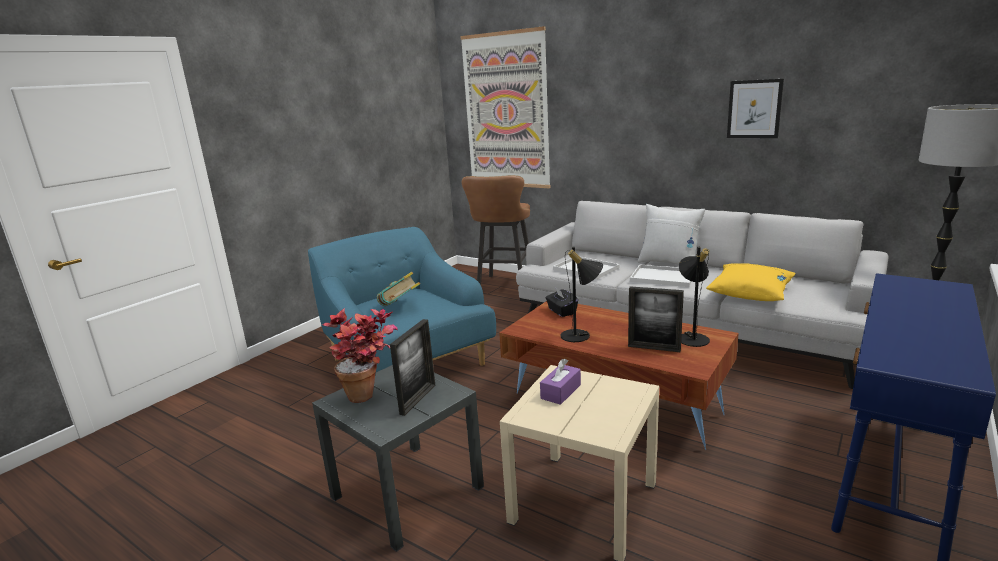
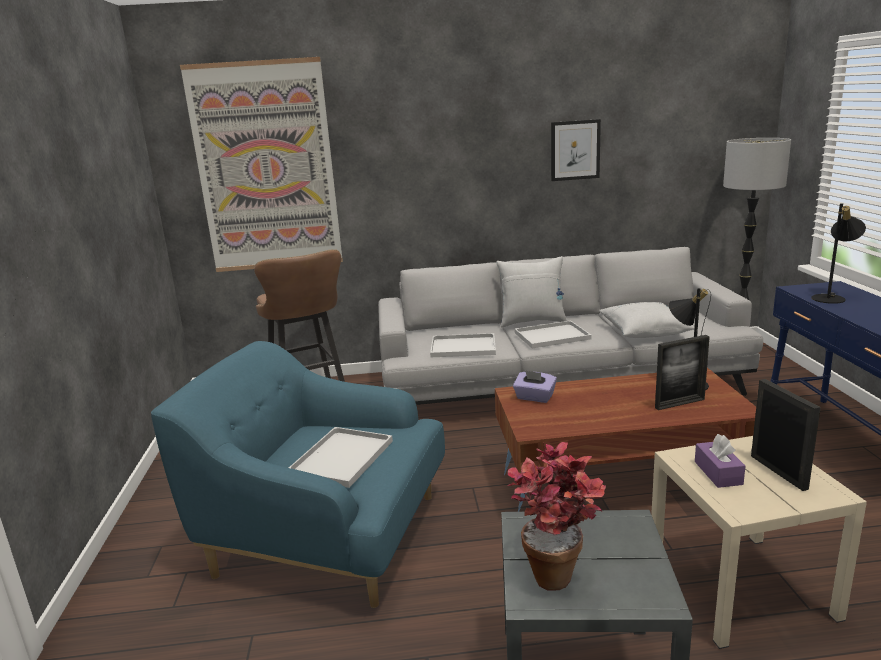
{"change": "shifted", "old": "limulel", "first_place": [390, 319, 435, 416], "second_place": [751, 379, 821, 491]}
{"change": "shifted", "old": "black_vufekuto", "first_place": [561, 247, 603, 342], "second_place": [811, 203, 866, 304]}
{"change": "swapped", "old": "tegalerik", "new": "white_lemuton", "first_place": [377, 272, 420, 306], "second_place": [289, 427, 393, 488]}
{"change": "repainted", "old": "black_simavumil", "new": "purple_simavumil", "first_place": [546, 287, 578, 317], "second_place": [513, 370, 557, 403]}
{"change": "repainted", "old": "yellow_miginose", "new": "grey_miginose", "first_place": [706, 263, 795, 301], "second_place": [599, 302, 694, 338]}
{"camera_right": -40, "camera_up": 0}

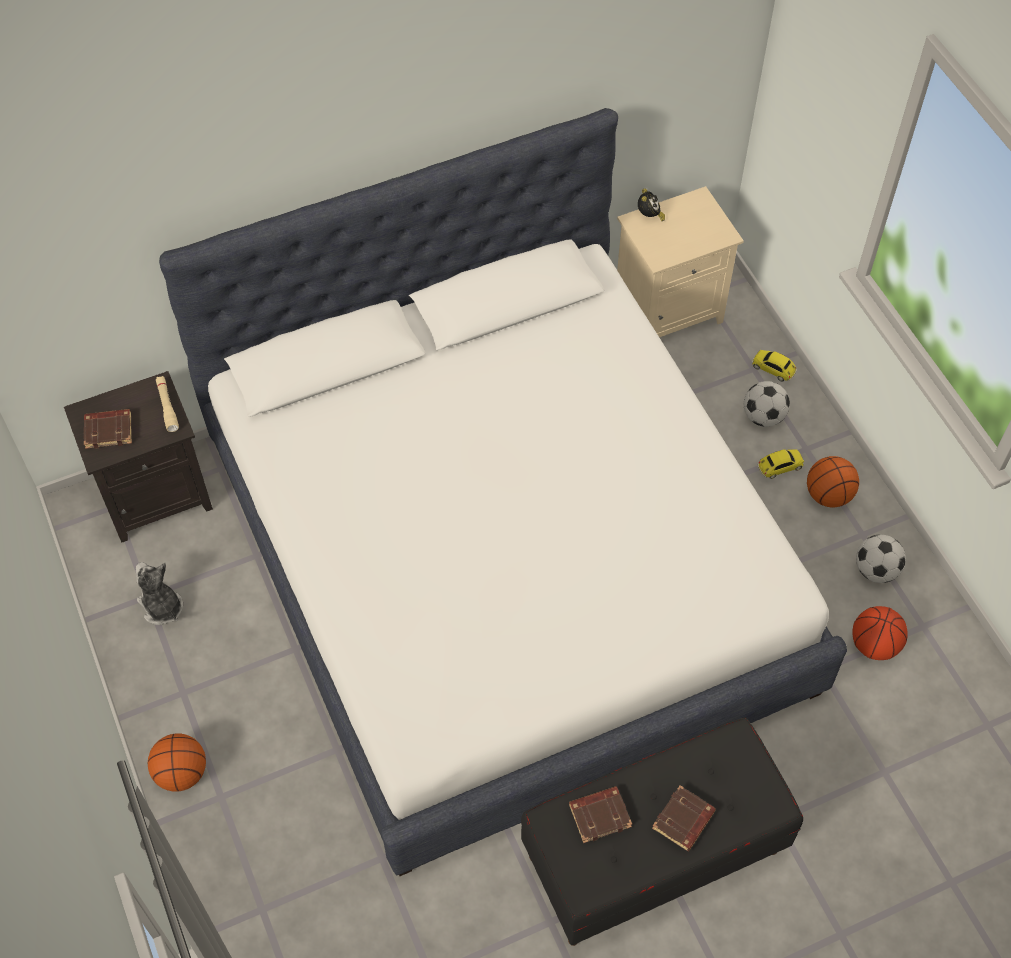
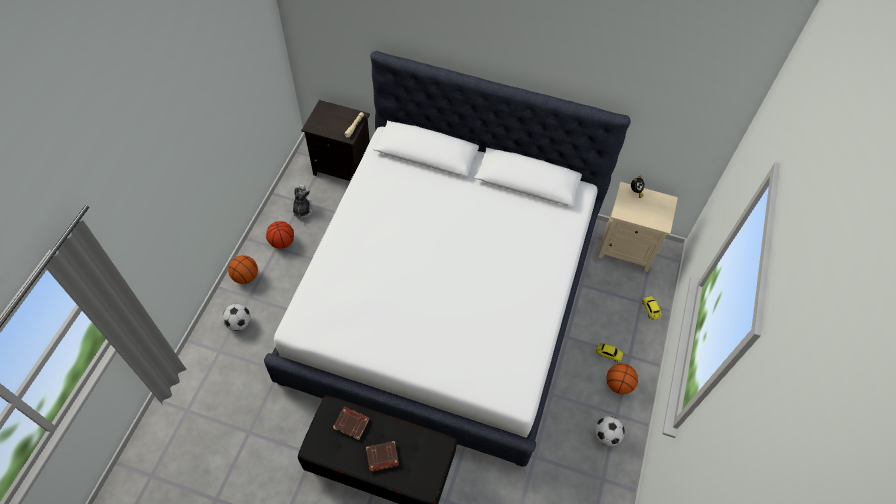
{"change": "gone", "old": "brown_tegalerik", "first_place": [84, 409, 132, 449]}
{"change": "shifted", "old": "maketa", "first_place": [744, 381, 790, 427], "second_place": [222, 304, 251, 331]}
{"change": "shifted", "old": "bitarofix", "first_place": [853, 606, 908, 660], "second_place": [266, 221, 294, 249]}
{"camera_right": 40, "camera_up": 0}

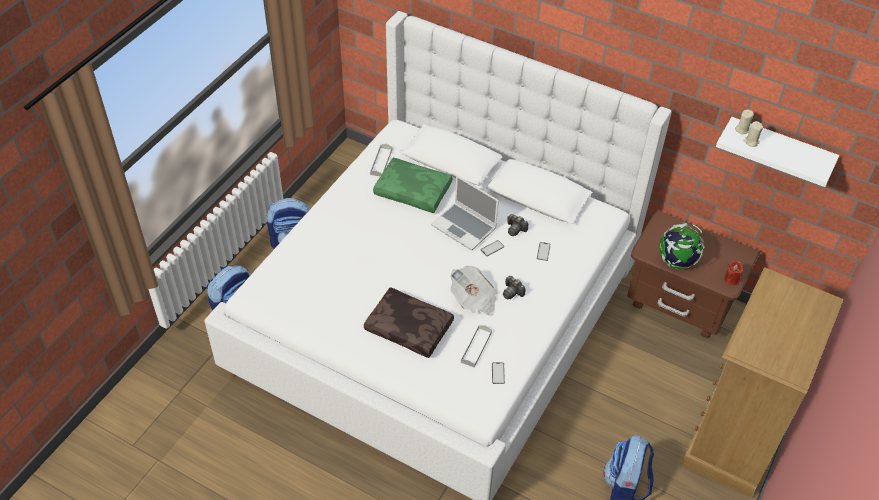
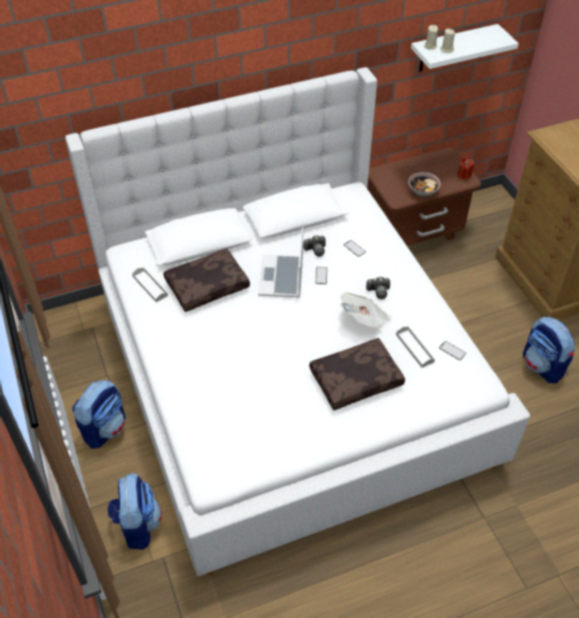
{"change": "swapped", "old": "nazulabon", "new": "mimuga", "first_place": [659, 223, 705, 269], "second_place": [408, 172, 441, 196]}
{"change": "repainted", "old": "green_miginose", "new": "brown_miginose", "first_place": [373, 158, 452, 213], "second_place": [164, 248, 250, 312]}
{"change": "rotated", "old": "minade", "first_place": [431, 175, 499, 251], "second_place": [258, 227, 303, 297], "degrees": 105}
{"camera_right": -50, "camera_up": 0}

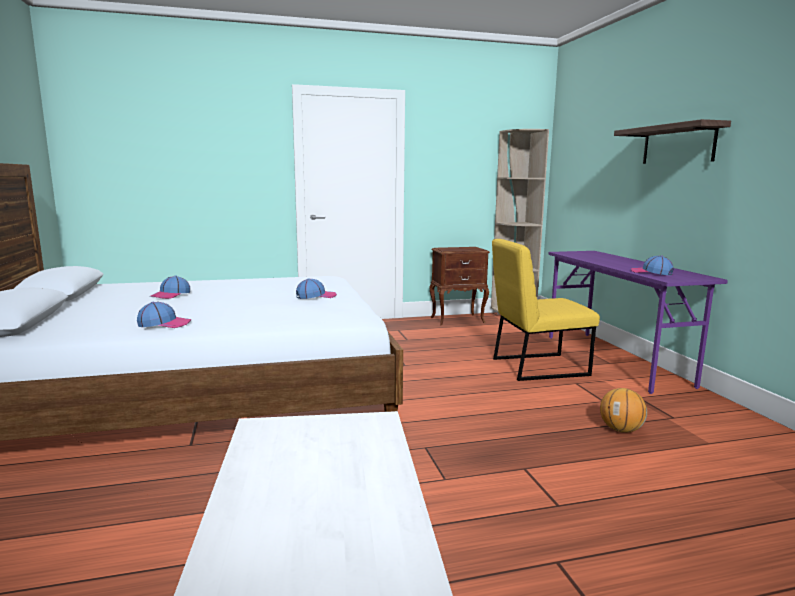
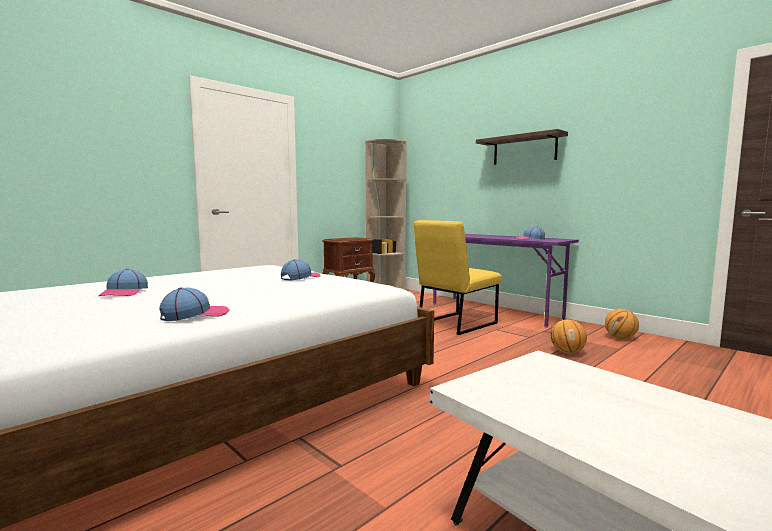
{"change": "new", "new": "bitarofix", "second_place": [605, 309, 639, 339]}
{"camera_right": -30, "camera_up": -5}

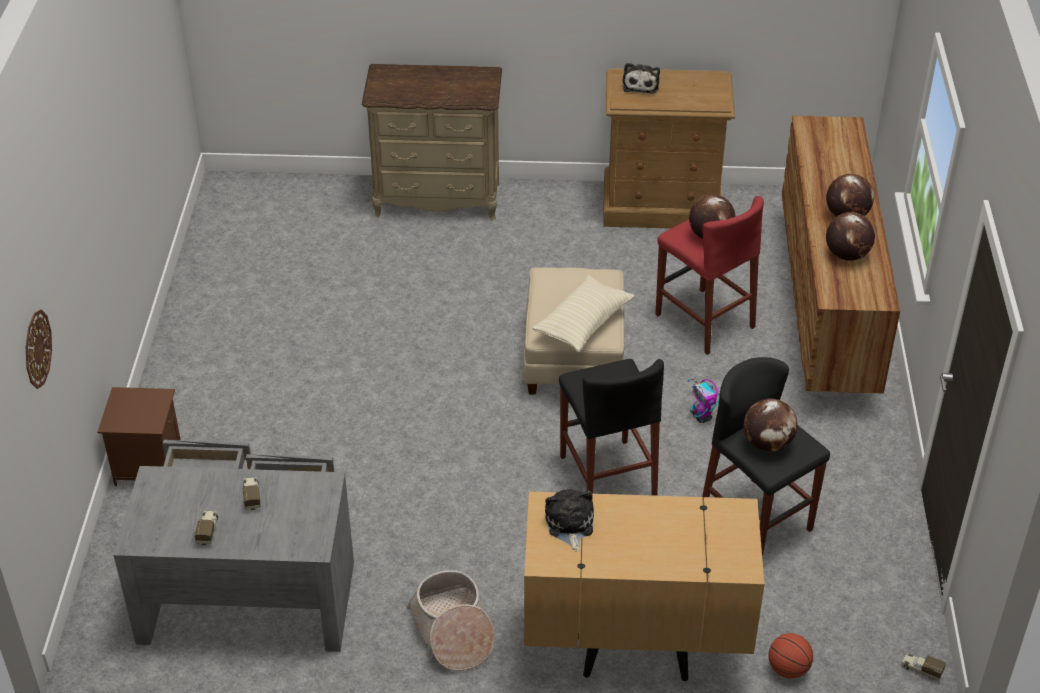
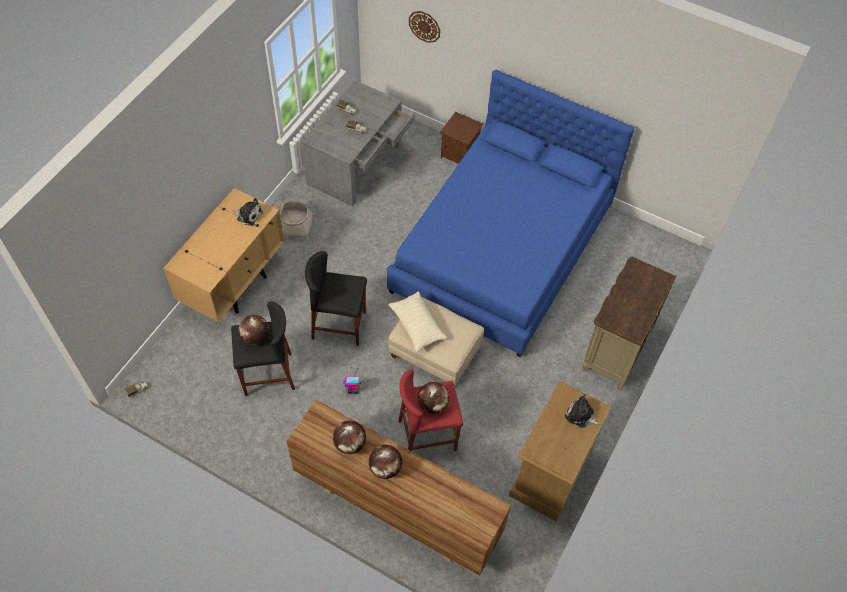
{"change": "gone", "old": "bitarofix", "first_place": [768, 633, 813, 678]}
{"change": "new", "new": "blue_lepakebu", "second_place": [387, 70, 634, 357]}
{"camera_right": 115, "camera_up": 15}

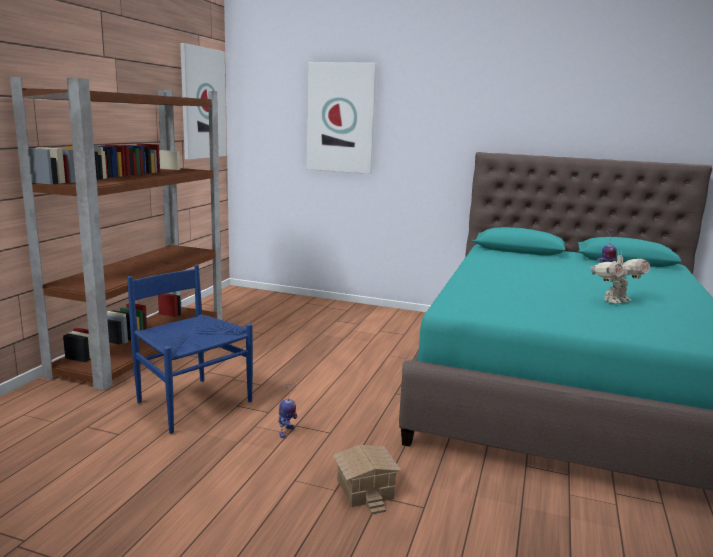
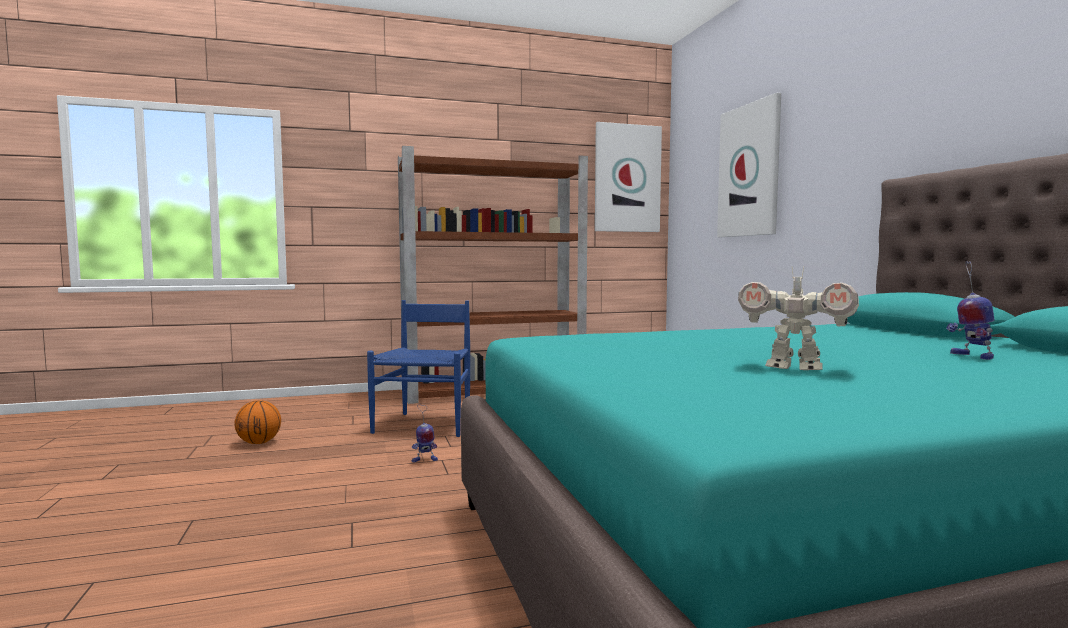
{"change": "gone", "old": "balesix", "first_place": [333, 445, 401, 514]}
{"change": "new", "new": "bitarofix", "second_place": [234, 400, 281, 444]}
{"camera_right": 55, "camera_up": -10}

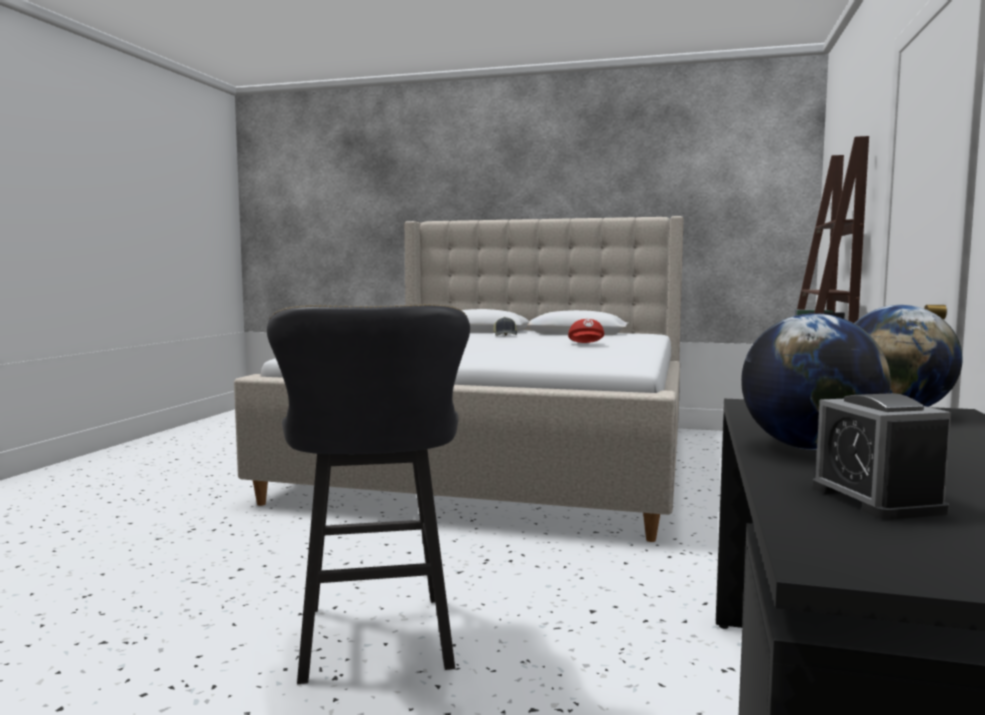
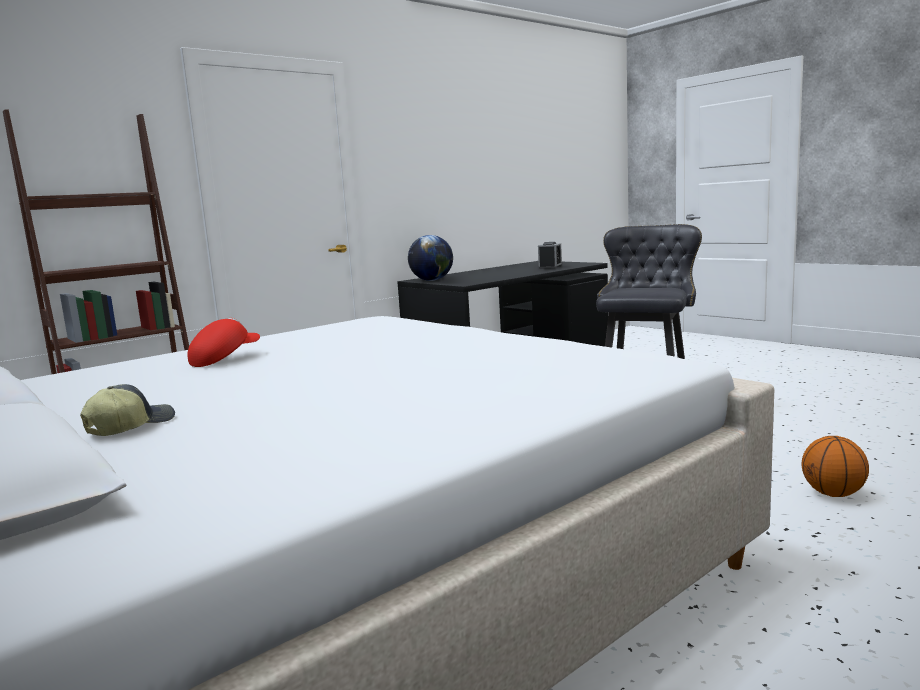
{"change": "gone", "old": "nazulabon", "first_place": [741, 313, 891, 450]}
{"change": "new", "new": "bitarofix", "second_place": [802, 436, 869, 497]}
{"camera_right": -145, "camera_up": 5}

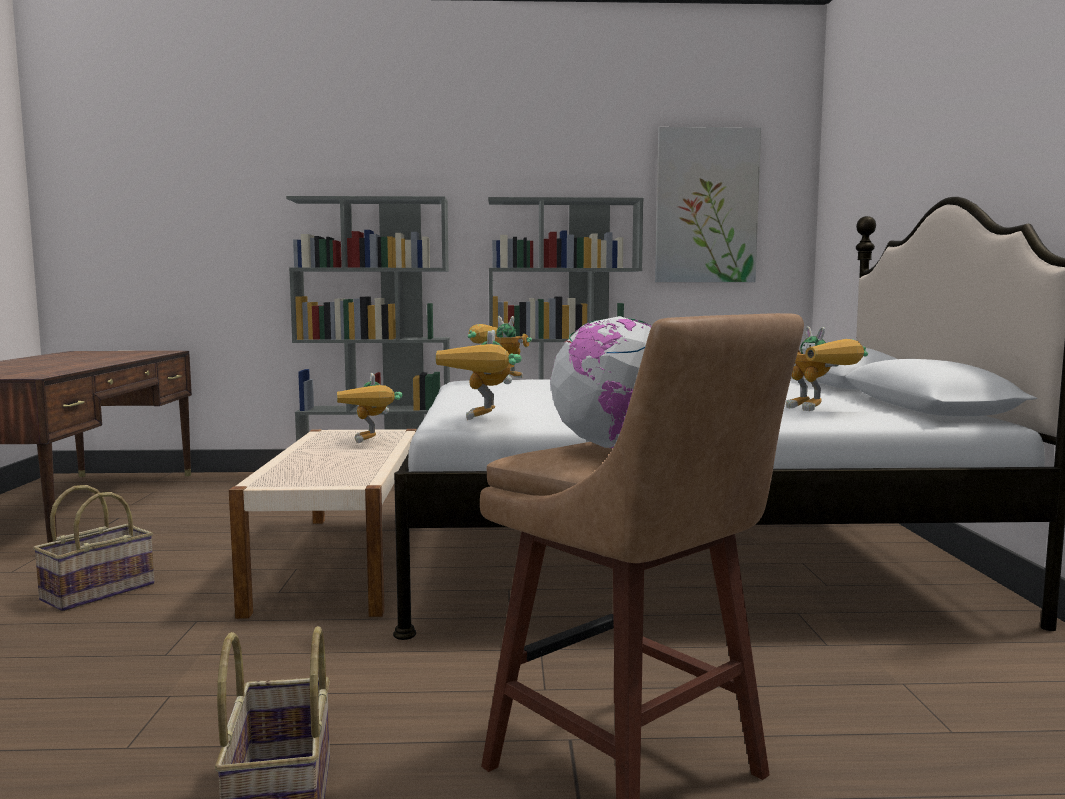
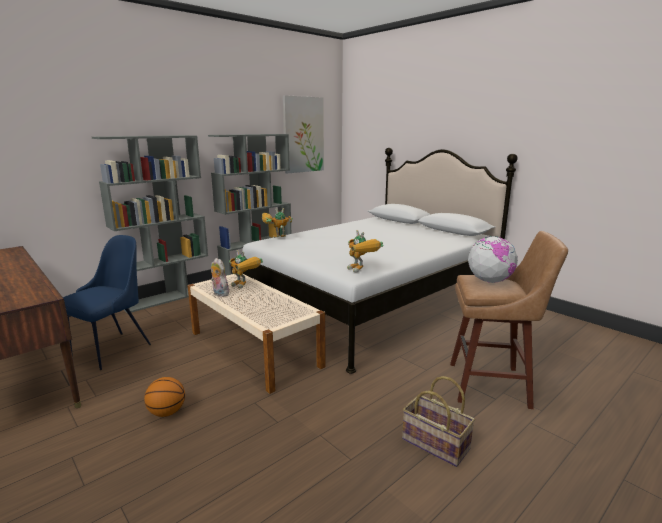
{"change": "gone", "old": "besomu", "first_place": [786, 326, 868, 411]}
{"change": "new", "new": "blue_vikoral", "second_place": [63, 235, 151, 370]}
{"change": "new", "new": "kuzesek", "second_place": [211, 258, 231, 297]}
{"change": "swapped", "old": "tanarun", "new": "bitarofix", "first_place": [33, 485, 155, 611], "second_place": [144, 377, 185, 417]}
{"camera_right": -40, "camera_up": 10}

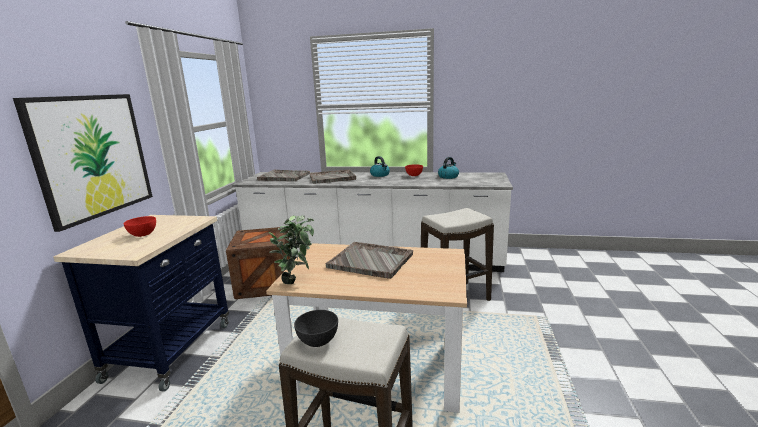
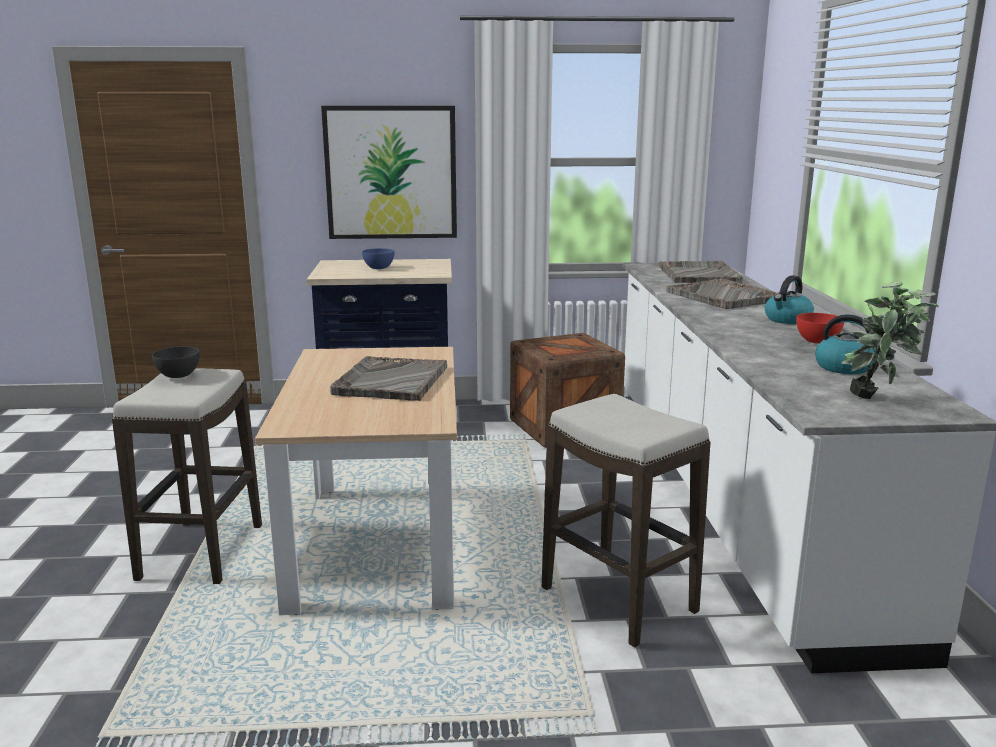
{"change": "shifted", "old": "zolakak", "first_place": [269, 215, 314, 284], "second_place": [842, 282, 939, 399]}
{"change": "repainted", "old": "red_mimuga", "new": "blue_mimuga", "first_place": [123, 216, 156, 237], "second_place": [362, 248, 395, 269]}
{"camera_right": 75, "camera_up": 0}

